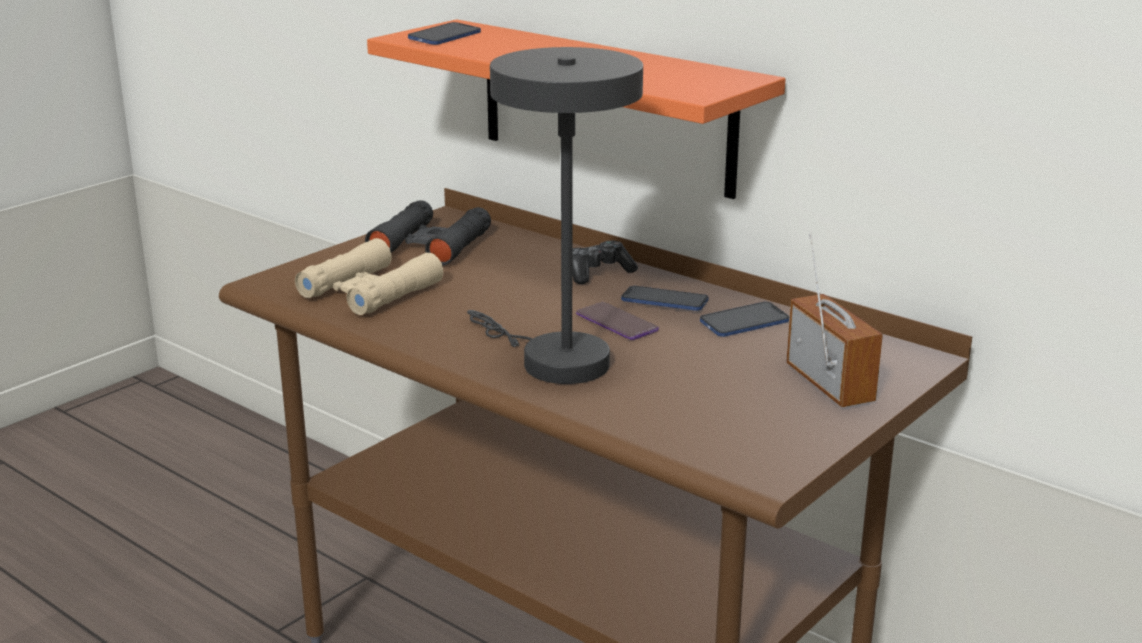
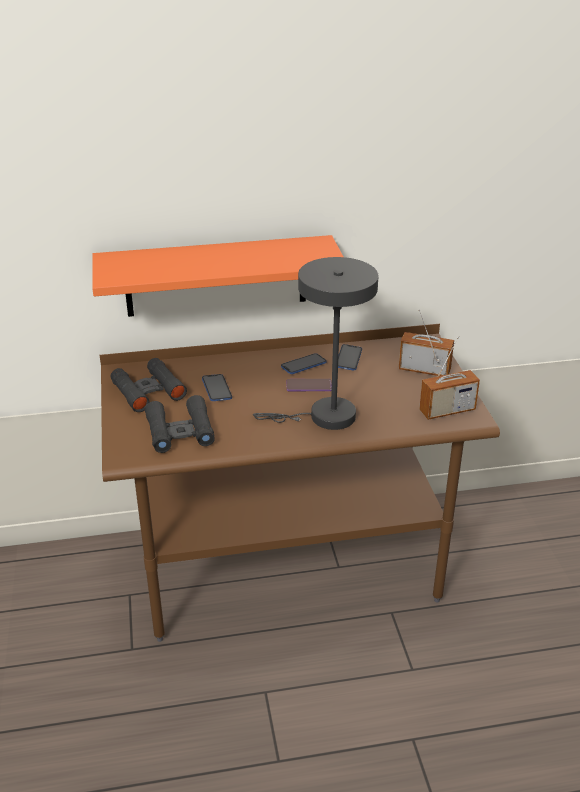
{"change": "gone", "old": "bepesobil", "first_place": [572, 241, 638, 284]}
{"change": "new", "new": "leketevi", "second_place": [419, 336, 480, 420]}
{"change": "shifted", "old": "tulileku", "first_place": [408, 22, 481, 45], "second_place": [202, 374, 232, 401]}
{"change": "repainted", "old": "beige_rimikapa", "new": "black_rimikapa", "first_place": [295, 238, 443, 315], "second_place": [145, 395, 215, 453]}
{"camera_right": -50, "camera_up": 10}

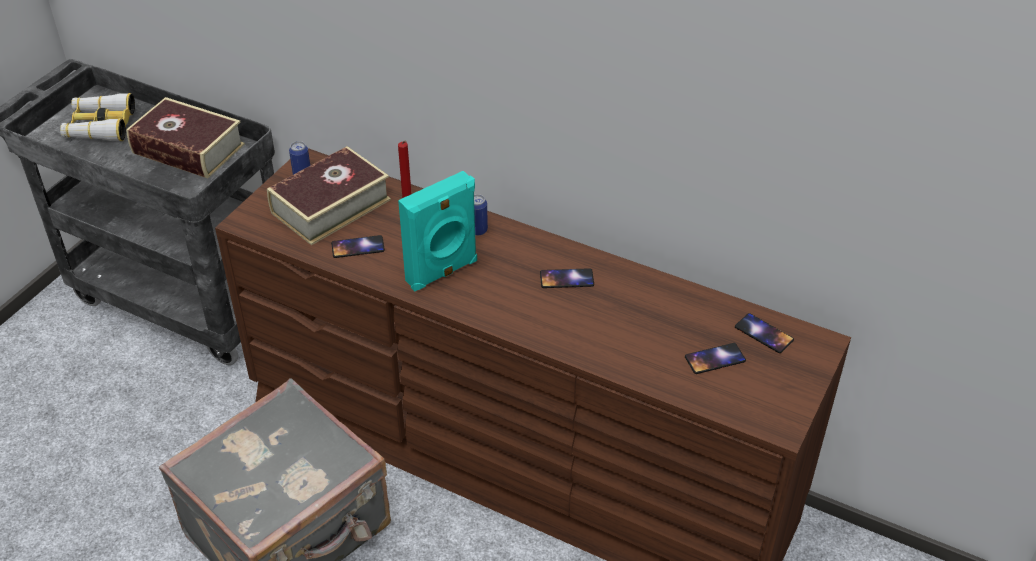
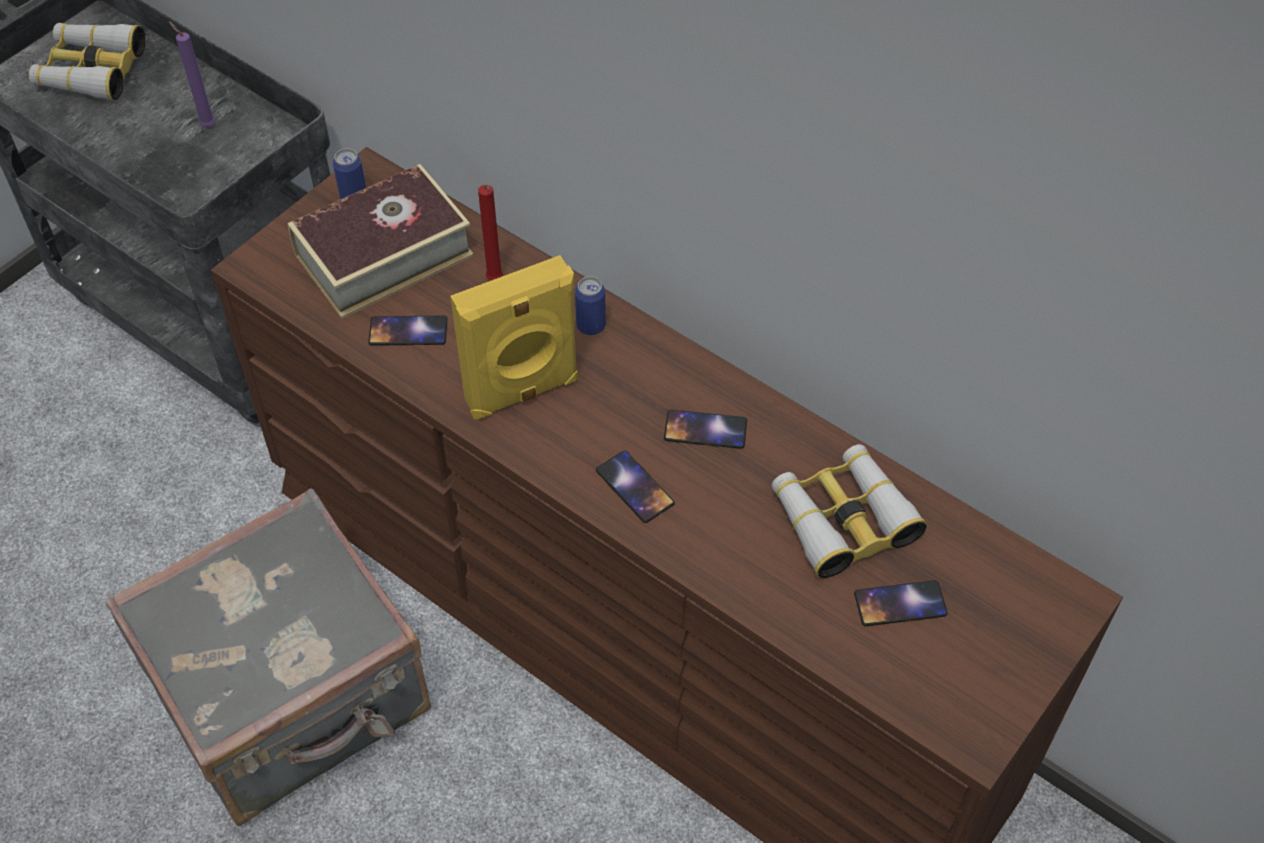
{"change": "new", "new": "rimikapa", "second_place": [772, 444, 927, 578]}
{"change": "shifted", "old": "tulileku", "first_place": [735, 313, 794, 353], "second_place": [596, 451, 675, 523]}
{"change": "swapped", "old": "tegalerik", "new": "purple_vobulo", "first_place": [126, 97, 245, 178], "second_place": [169, 21, 215, 127]}
{"change": "repainted", "old": "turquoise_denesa", "new": "yellow_denesa", "first_place": [398, 171, 477, 292], "second_place": [450, 255, 579, 420]}
{"camera_right": 10, "camera_up": 10}

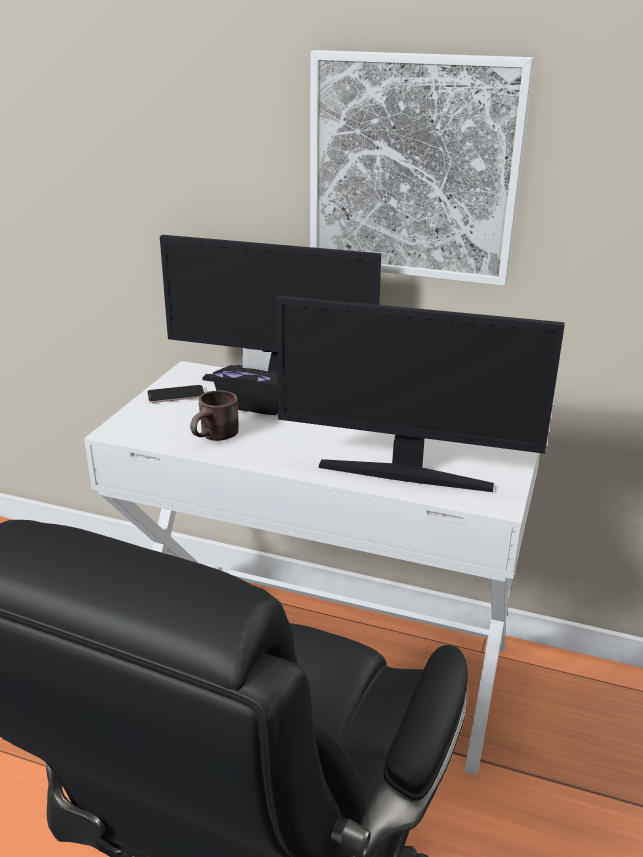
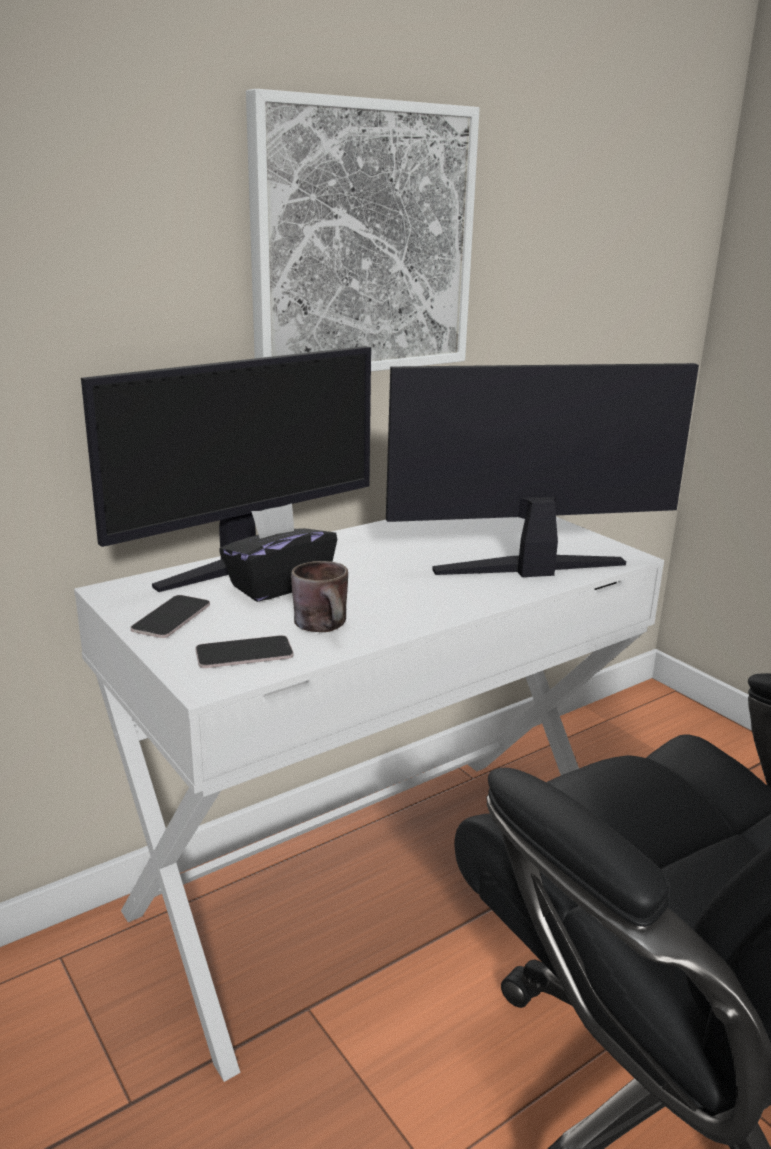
{"change": "new", "new": "tulileku", "second_place": [195, 635, 293, 668]}
{"change": "rotated", "old": "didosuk", "first_place": [276, 296, 565, 492], "second_place": [386, 363, 699, 577], "degrees": -150}
{"camera_right": -55, "camera_up": -5}

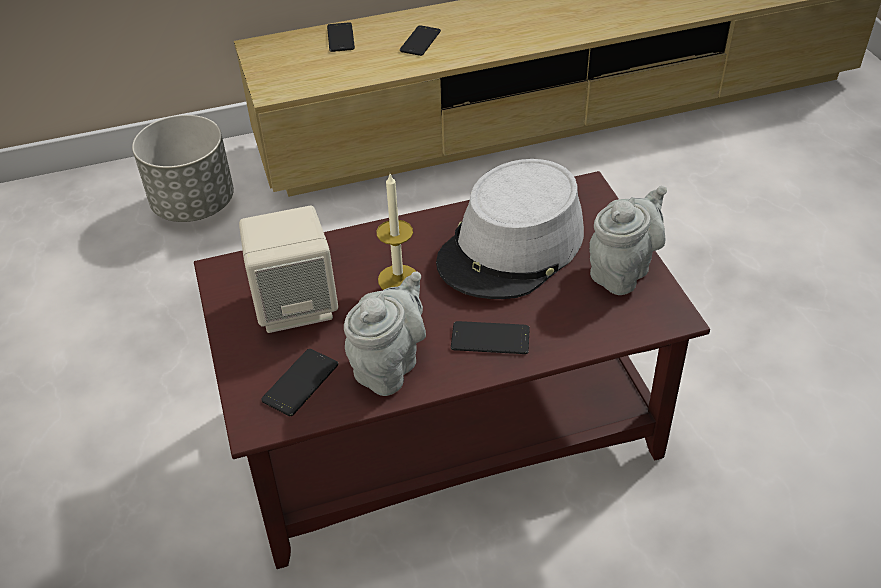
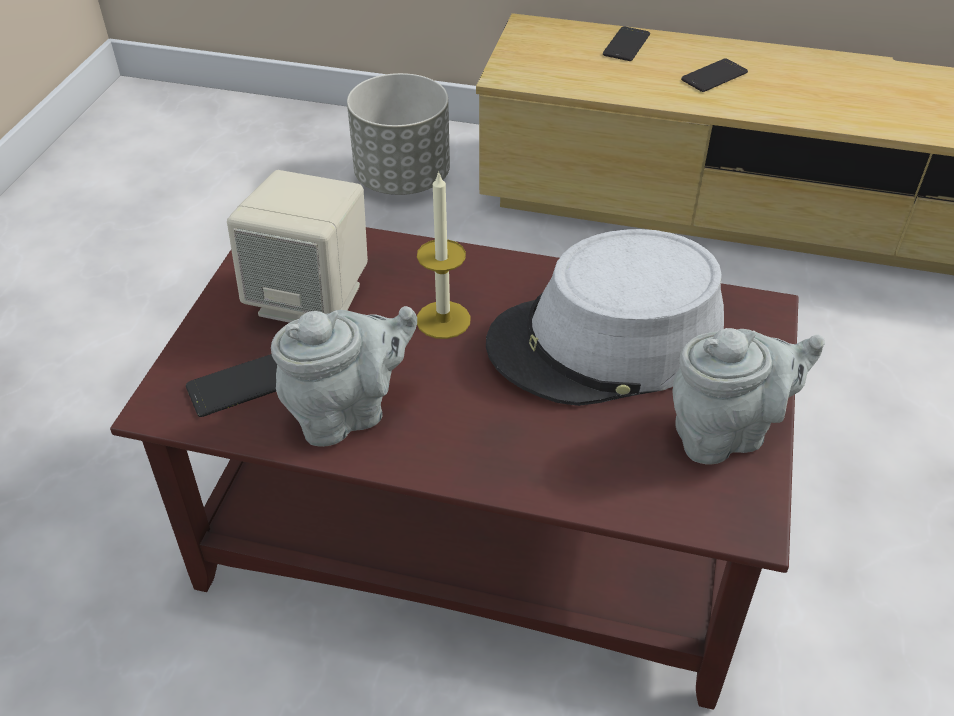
{"change": "gone", "old": "tulileku", "first_place": [451, 321, 530, 354]}
{"camera_right": 30, "camera_up": 0}

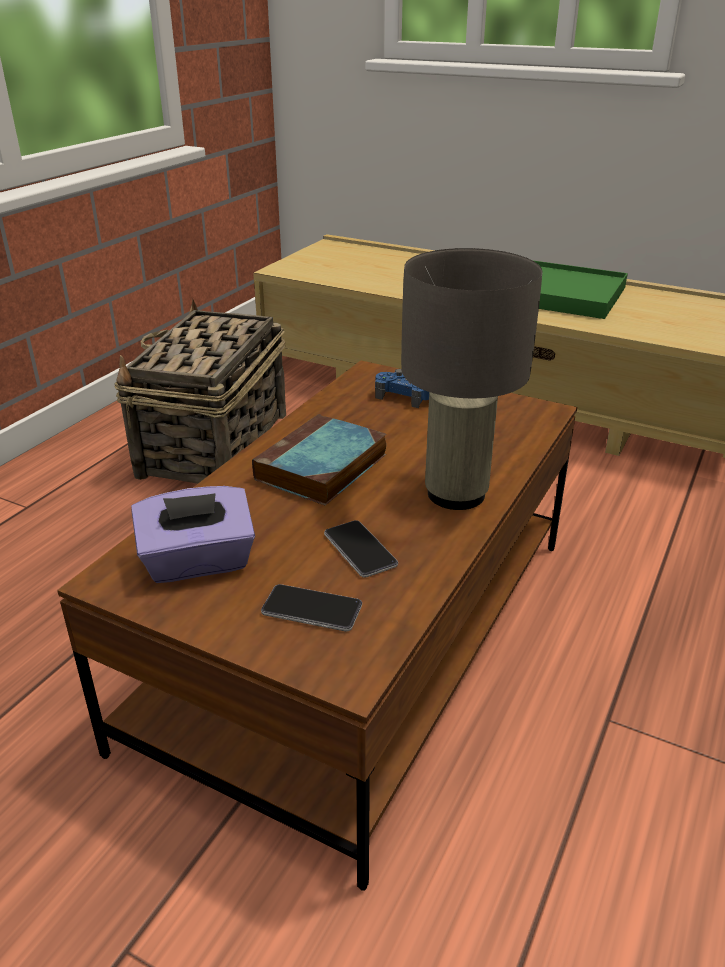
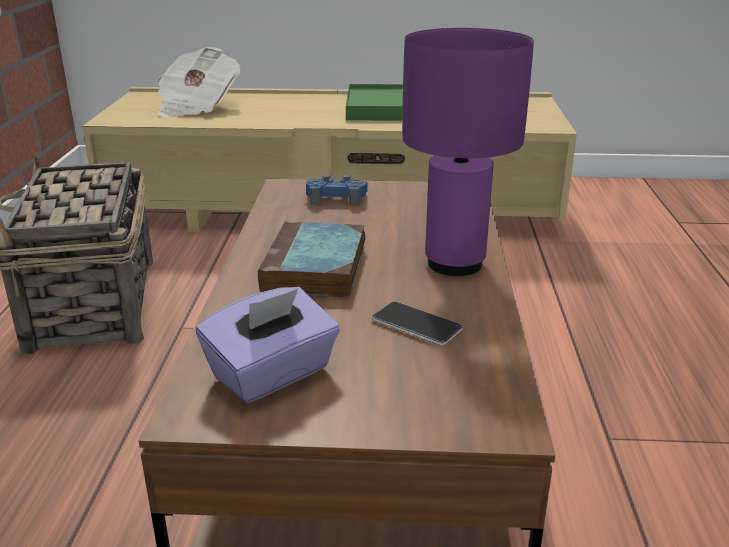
{"change": "gone", "old": "tulileku", "first_place": [261, 584, 362, 631]}
{"change": "new", "new": "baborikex", "second_place": [156, 47, 241, 118]}
{"change": "repainted", "old": "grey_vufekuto", "new": "purple_vufekuto", "first_place": [401, 248, 542, 510], "second_place": [402, 28, 534, 276]}
{"camera_right": -25, "camera_up": -5}

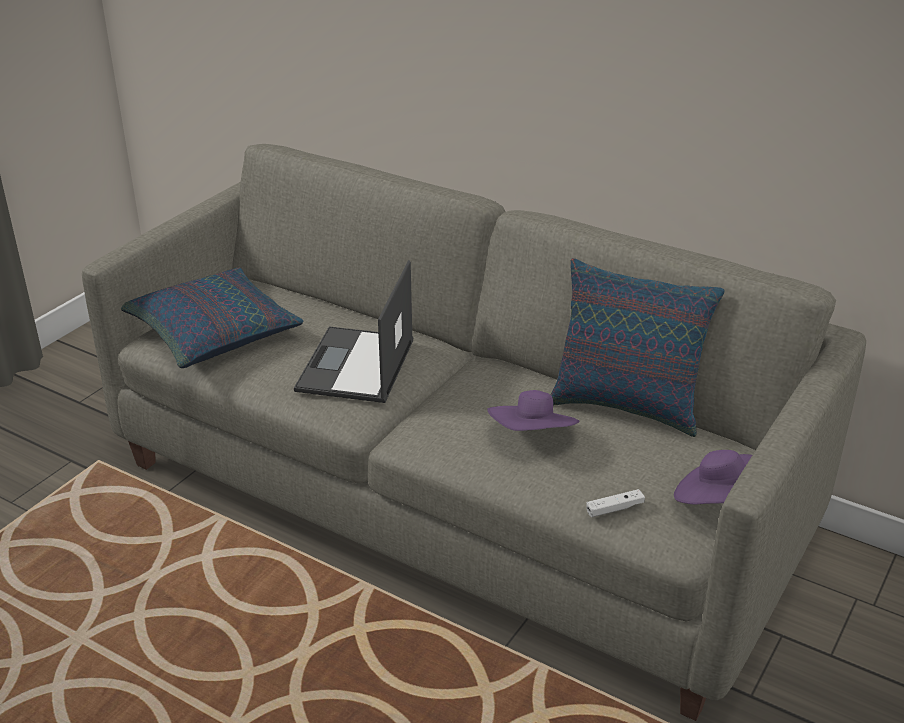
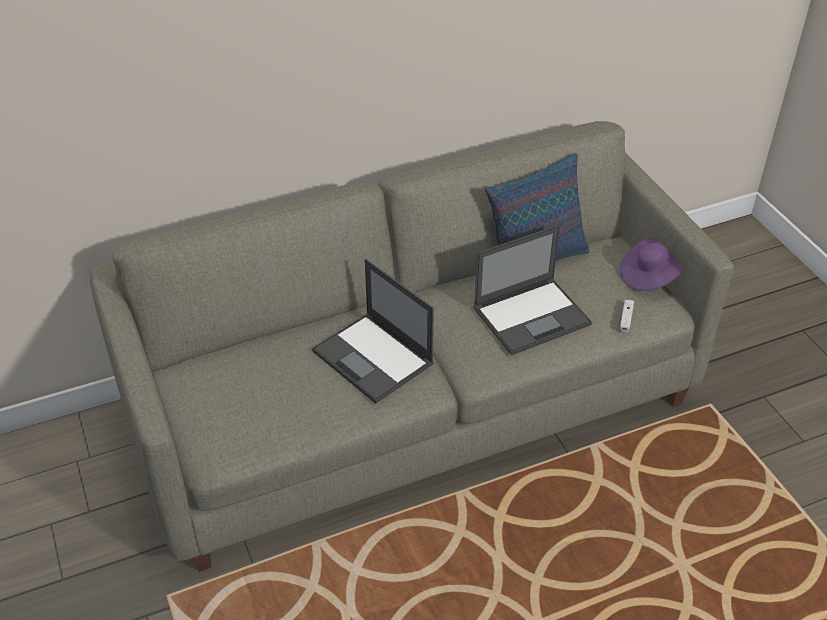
{"change": "gone", "old": "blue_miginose", "first_place": [121, 267, 304, 368]}
{"change": "swapped", "old": "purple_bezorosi", "new": "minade", "first_place": [487, 390, 579, 431], "second_place": [473, 225, 592, 356]}
{"camera_right": -55, "camera_up": 10}

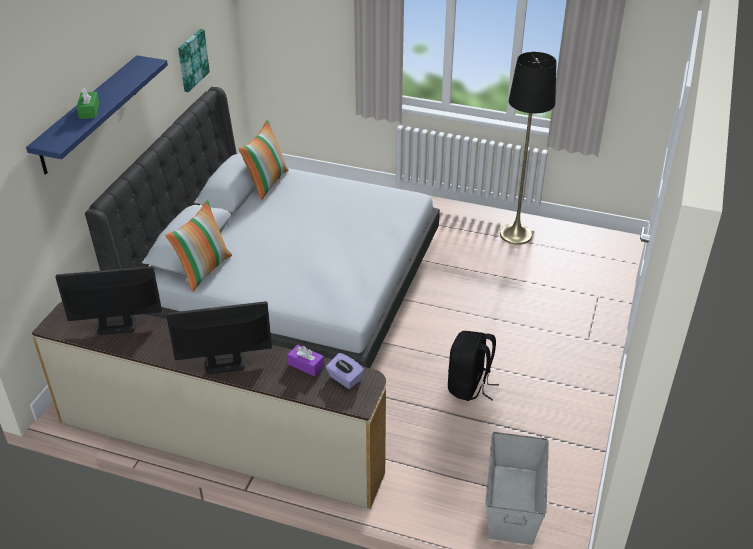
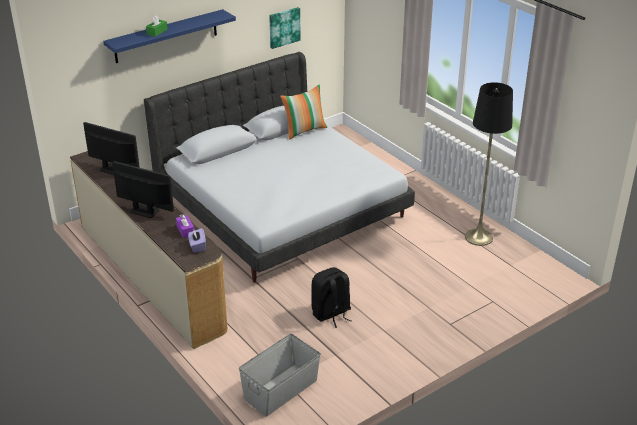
{"change": "gone", "old": "miginose", "first_place": [165, 200, 232, 292]}
{"camera_right": 35, "camera_up": -5}

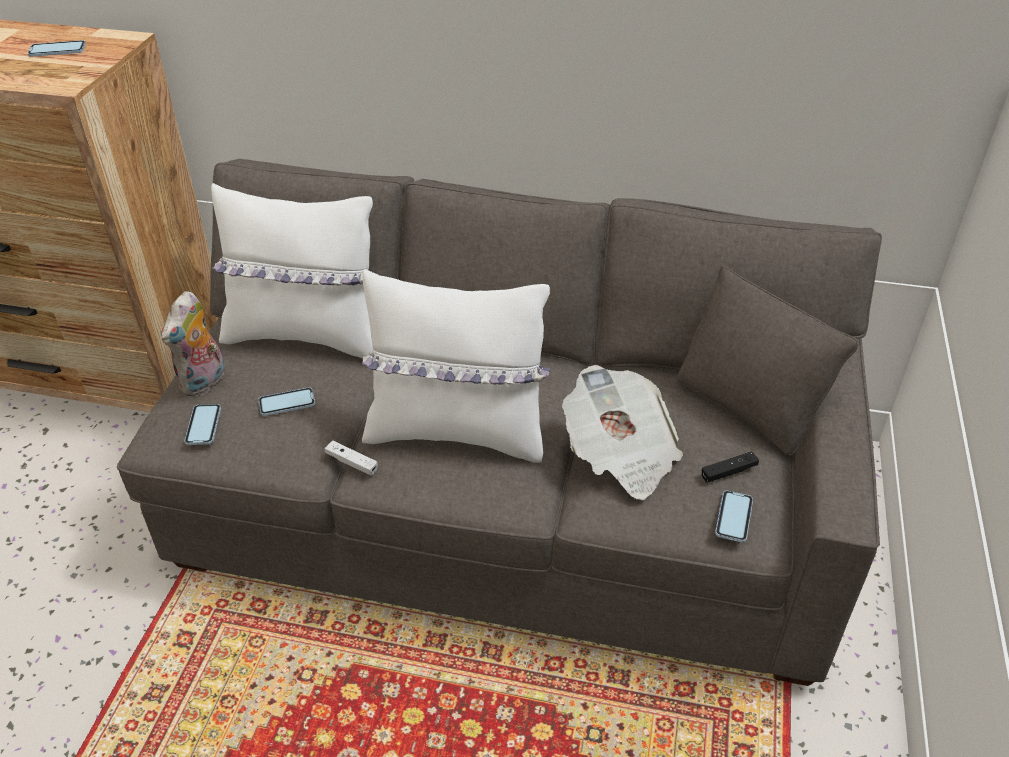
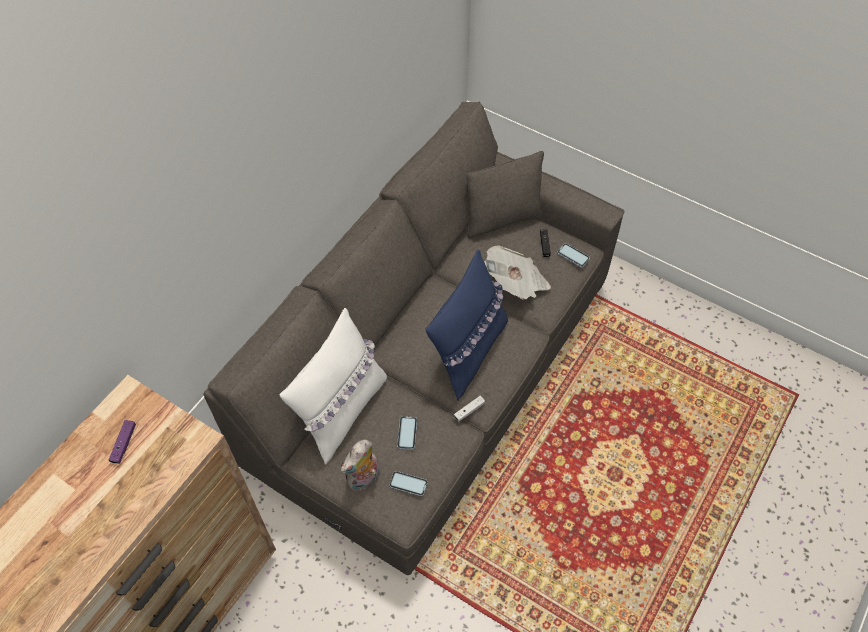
{"change": "swapped", "old": "tulileku", "new": "purple_bepesobil", "first_place": [28, 40, 86, 57], "second_place": [109, 420, 136, 464]}
{"change": "repainted", "old": "white_miginose", "new": "blue_miginose", "first_place": [362, 269, 551, 463], "second_place": [425, 249, 508, 401]}
{"change": "rotated", "old": "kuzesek", "first_place": [161, 291, 225, 397], "second_place": [341, 440, 379, 491], "degrees": 90}
{"camera_right": -70, "camera_up": 15}

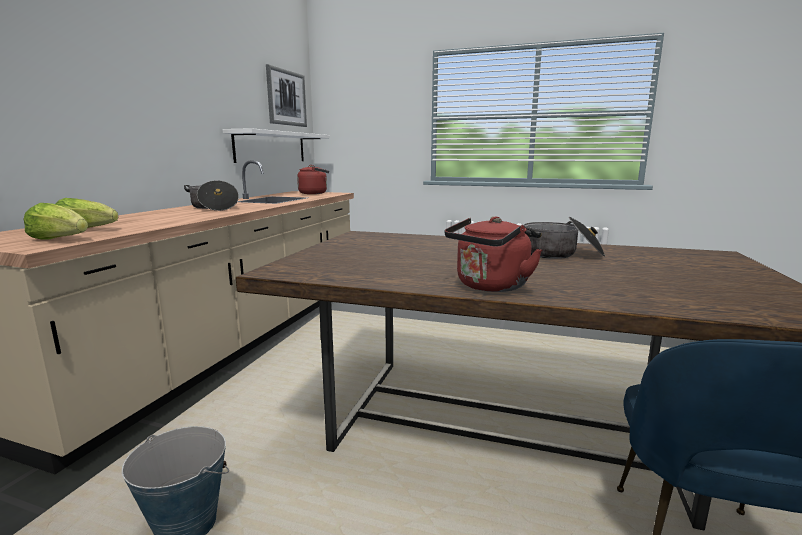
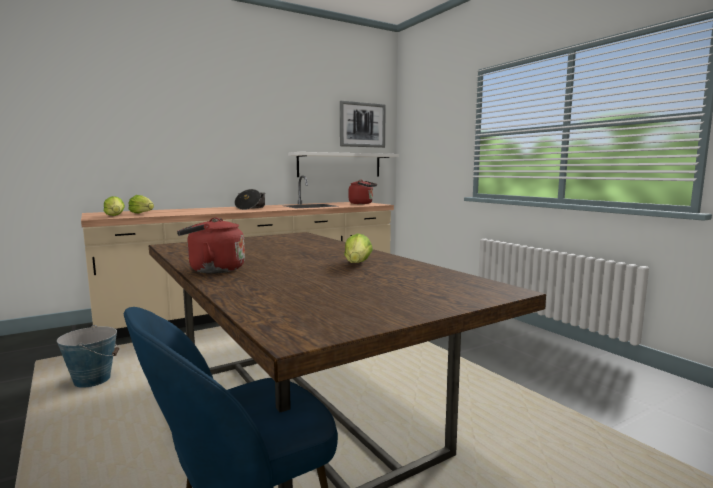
{"change": "swapped", "old": "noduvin", "new": "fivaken", "first_place": [524, 216, 605, 259], "second_place": [344, 233, 373, 263]}
{"camera_right": 40, "camera_up": -5}

